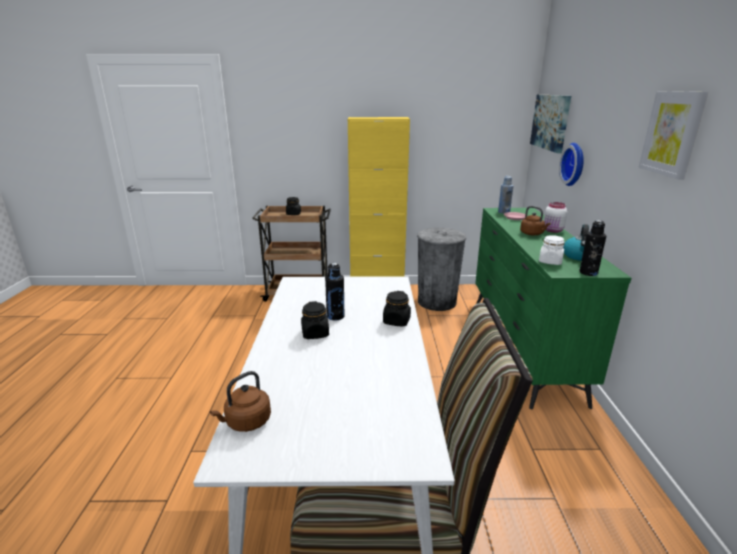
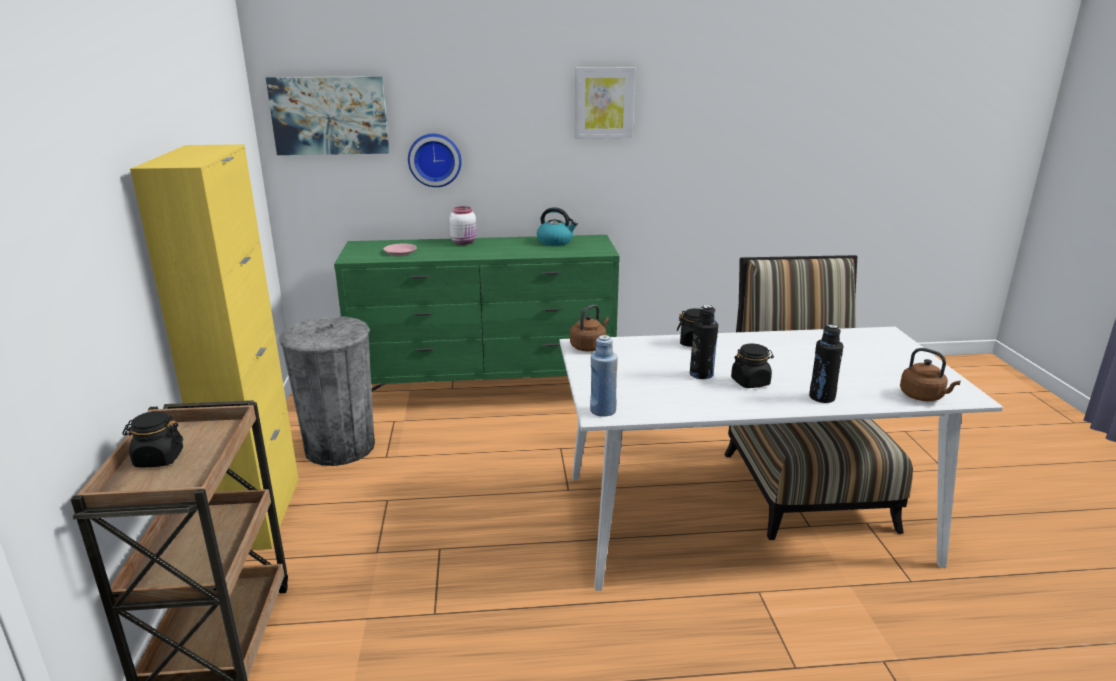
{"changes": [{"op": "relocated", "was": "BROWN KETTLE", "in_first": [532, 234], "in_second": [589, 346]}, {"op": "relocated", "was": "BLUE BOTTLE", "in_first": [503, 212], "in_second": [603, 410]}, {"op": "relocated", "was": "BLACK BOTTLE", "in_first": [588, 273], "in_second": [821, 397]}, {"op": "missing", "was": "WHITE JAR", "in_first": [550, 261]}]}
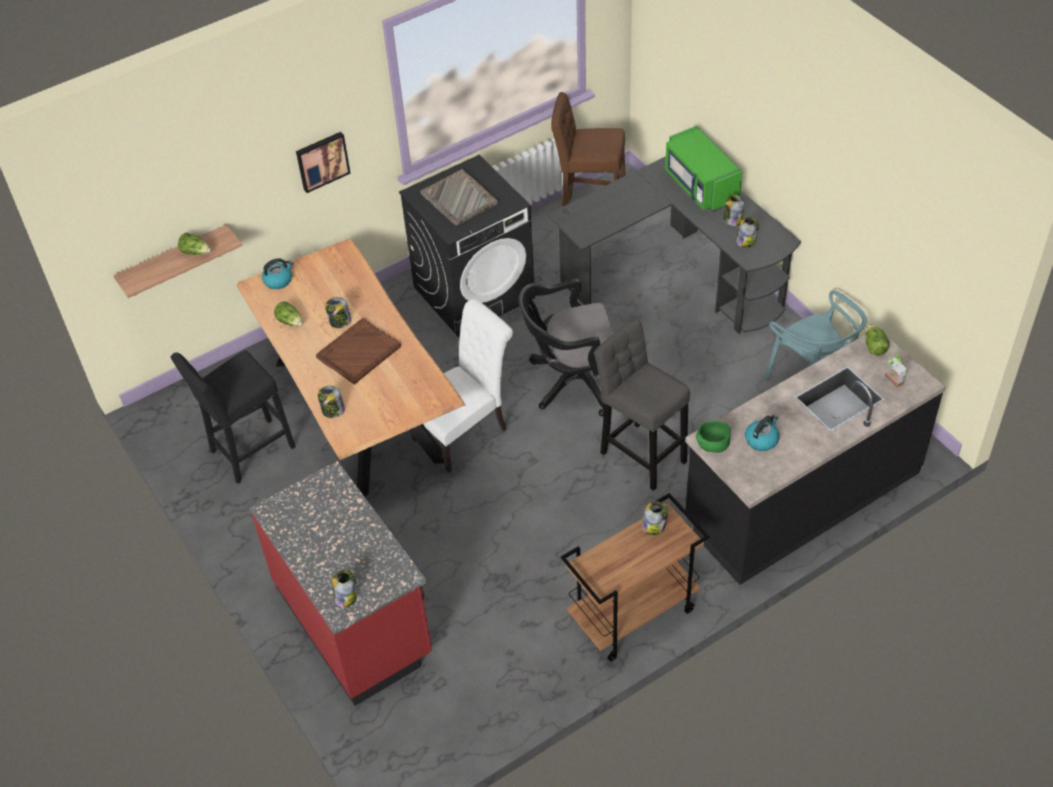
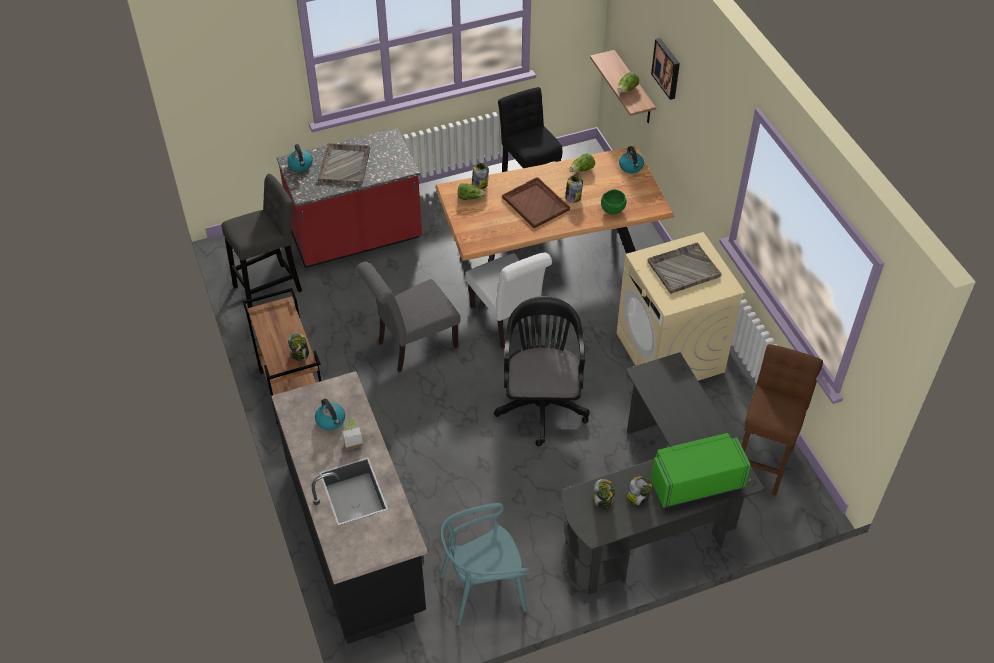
{"changes": [{"op": "relocated", "was": "GREY STOOL", "in_first": [640, 453], "in_second": [271, 286]}, {"op": "exchanged", "was": "JAR", "now": "KETTLE", "in_first": [346, 596], "in_second": [301, 165]}, {"op": "appeared", "now": "GREY TRAY", "in_second": [344, 164]}, {"op": "relocated", "was": "POTTED PLANT", "in_first": [891, 381], "in_second": [352, 441]}, {"op": "appeared", "now": "GREY CHAIR", "in_second": [412, 346]}, {"op": "relocated", "was": "LETTUCE", "in_first": [874, 346], "in_second": [470, 197]}, {"op": "relocated", "was": "GREEN BOWL", "in_first": [712, 446], "in_second": [612, 209]}, {"op": "colour", "was": "BLACK WASHING MACHINE", "now": "BEIGE WASHING MACHINE", "in_first": [474, 292], "in_second": [670, 353]}, {"op": "relocated", "was": "PICTURE", "in_first": [322, 160], "in_second": [667, 68]}]}
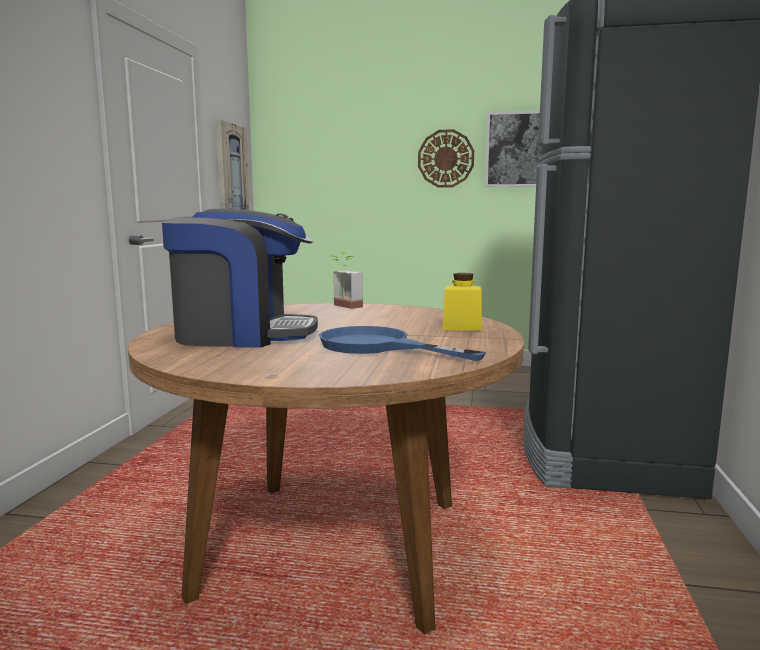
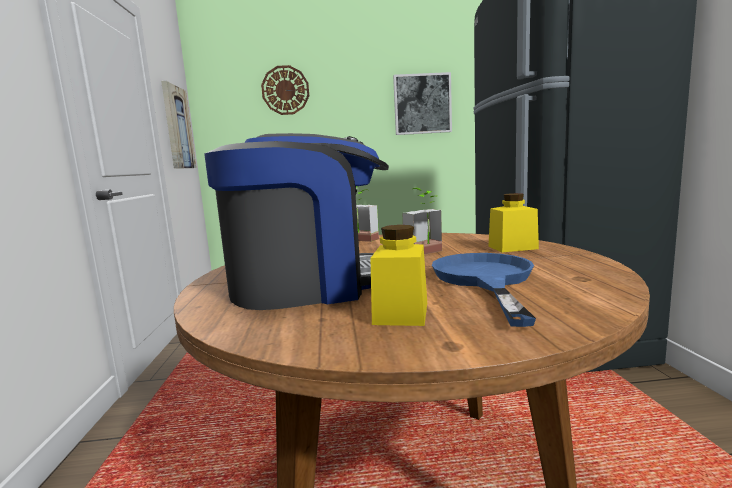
{"changes": [{"op": "relocated", "was": "WALL CLOCK", "in_first": [446, 158], "in_second": [285, 90]}, {"op": "appeared", "now": "YELLOW JAR", "in_second": [401, 313]}, {"op": "appeared", "now": "POTTED PLANT", "in_second": [428, 253]}, {"op": "spun", "was": "BLUE FRYING PAN", "in_first": [377, 346], "in_second": [484, 280], "clockwise": 75}]}
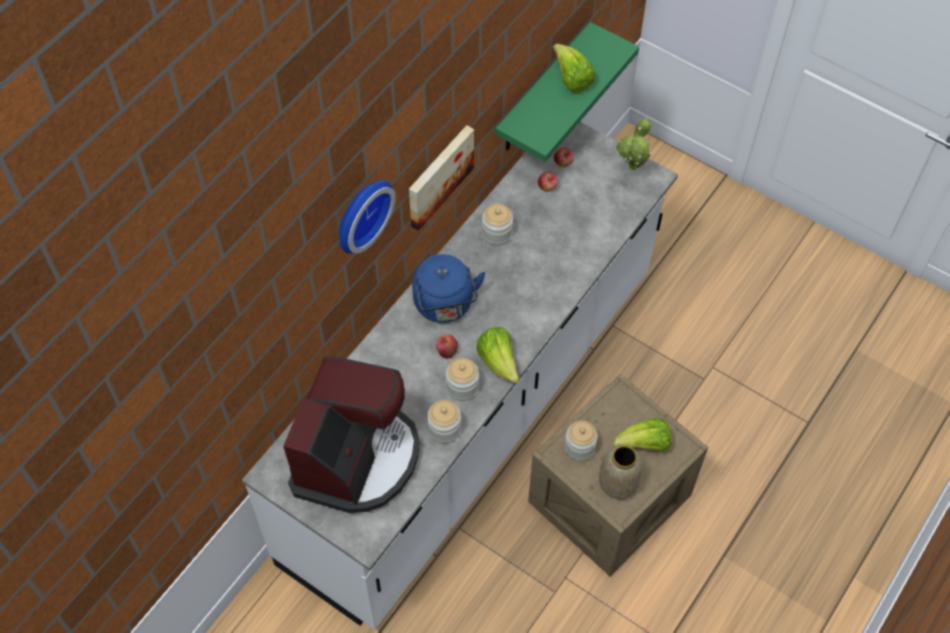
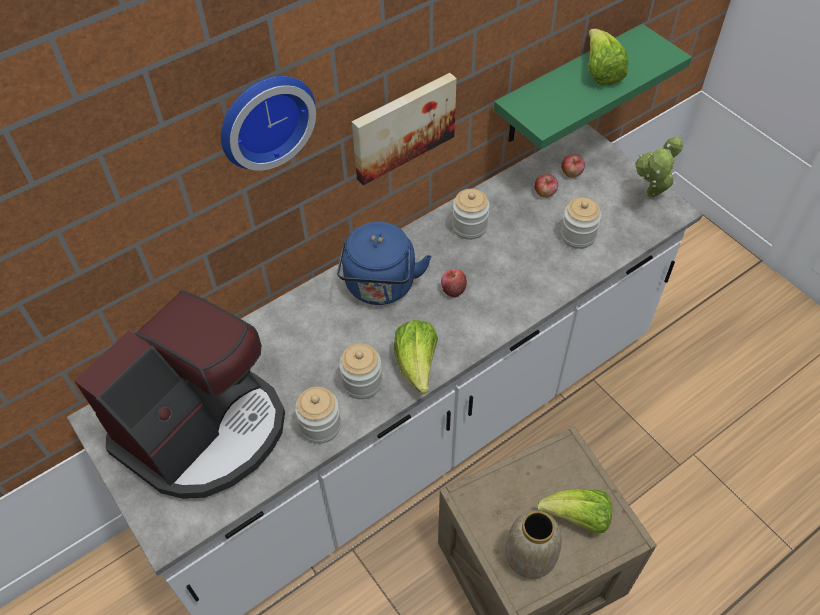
{"changes": [{"op": "relocated", "was": "APPLE", "in_first": [446, 351], "in_second": [453, 289]}, {"op": "relocated", "was": "JAR", "in_first": [579, 447], "in_second": [577, 235]}]}
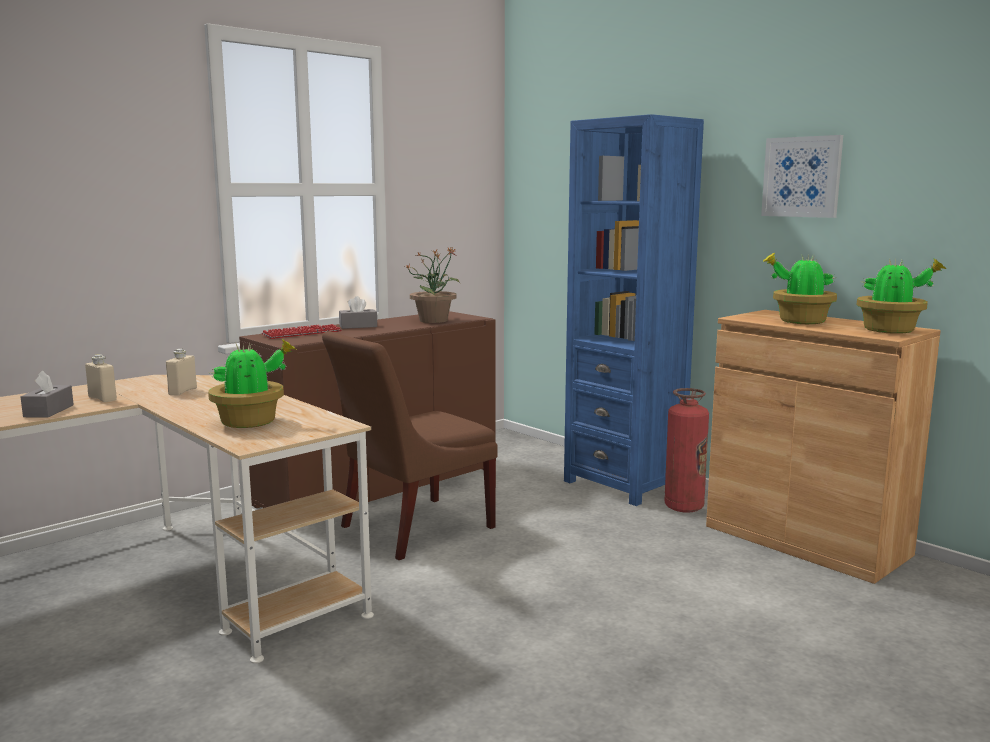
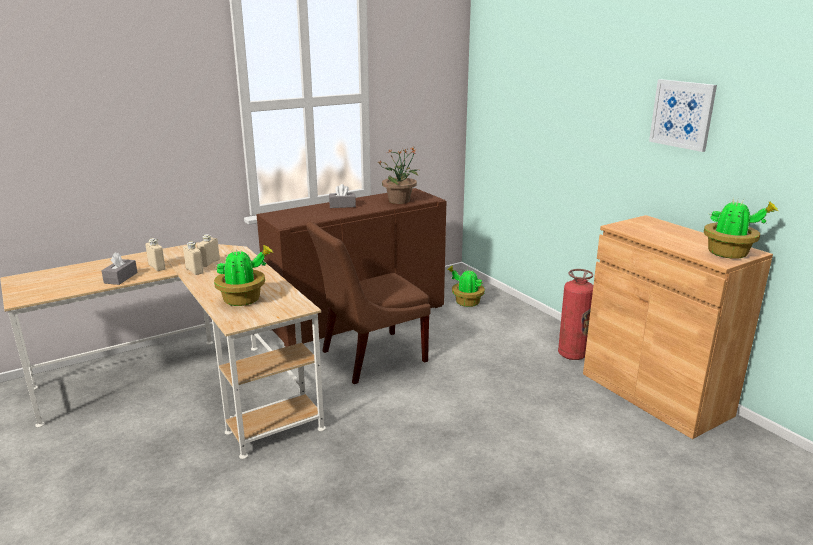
{"changes": [{"op": "appeared", "now": "BEIGE BOTTLE", "in_second": [194, 271]}, {"op": "relocated", "was": "POTTED PLANT", "in_first": [799, 322], "in_second": [466, 302]}, {"op": "missing", "was": "KEYBOARD", "in_first": [302, 333]}, {"op": "missing", "was": "BLUE BOOKCASE", "in_first": [624, 484]}]}
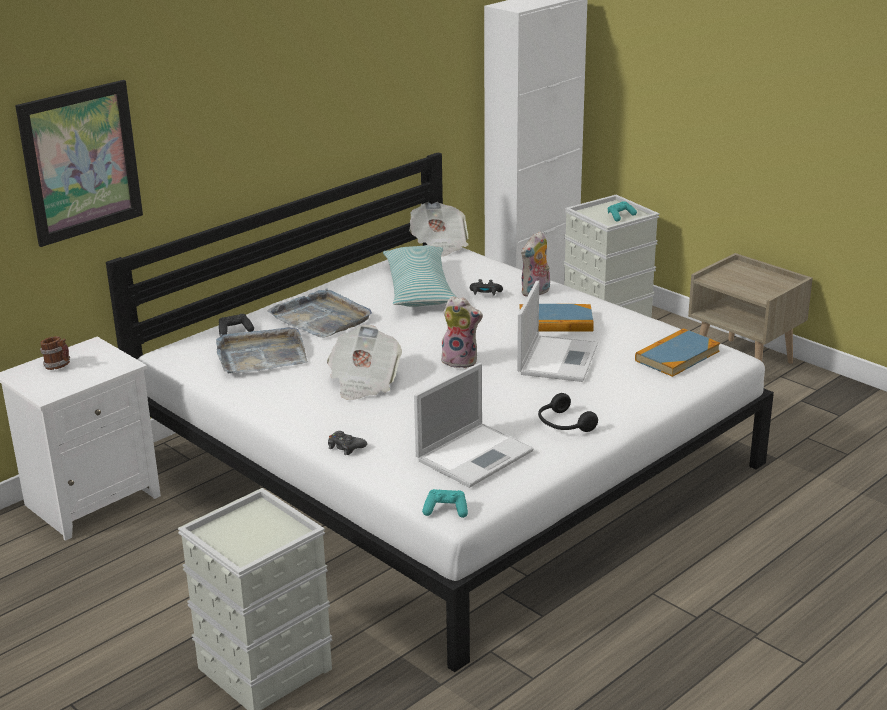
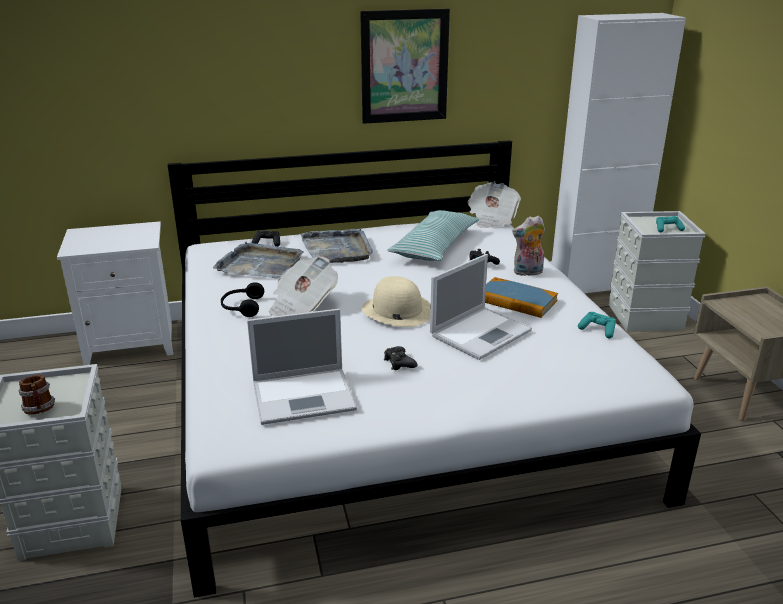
{"changes": [{"op": "relocated", "was": "MUG", "in_first": [58, 366], "in_second": [40, 410]}, {"op": "relocated", "was": "BLACK HEADPHONES", "in_first": [563, 424], "in_second": [242, 307]}, {"op": "relocated", "was": "PICTURE", "in_first": [81, 162], "in_second": [404, 66]}, {"op": "exchanged", "was": "PLUSH TOY", "now": "BEIGE HAT", "in_first": [461, 361], "in_second": [396, 310]}, {"op": "relocated", "was": "BLACK GAME CONTROLLER", "in_first": [345, 447], "in_second": [399, 363]}, {"op": "relocated", "was": "TURQUOISE GAME CONTROLLER", "in_first": [446, 510], "in_second": [598, 330]}, {"op": "missing", "was": "BOOK", "in_first": [677, 356]}]}
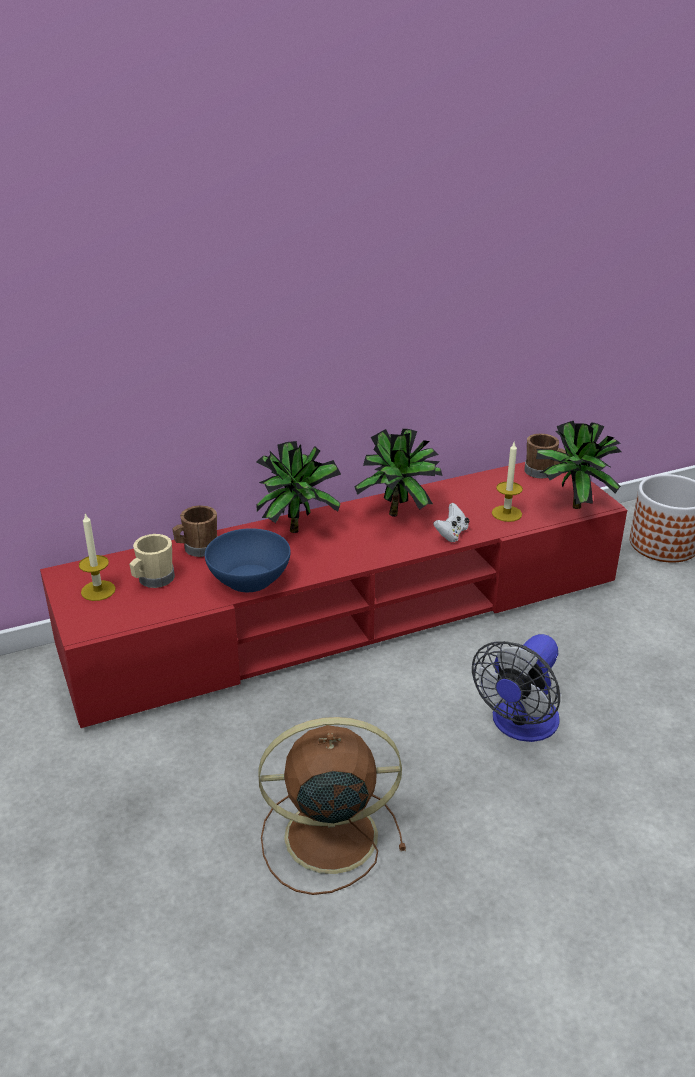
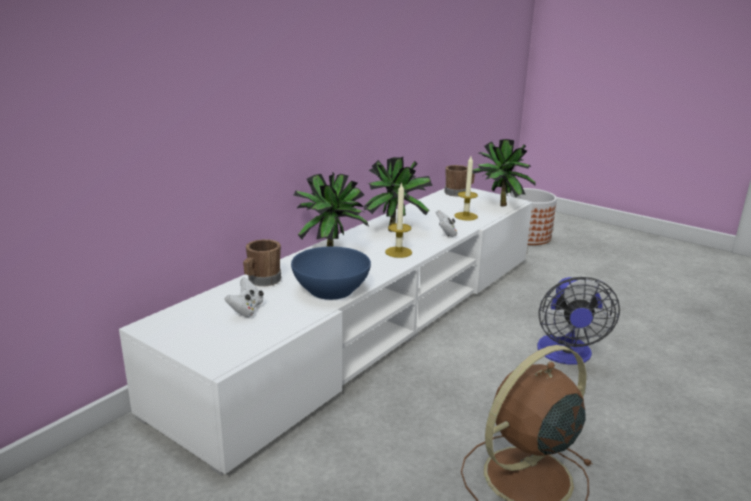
{"changes": [{"op": "colour", "was": "RED TV STAND", "now": "WHITE TV STAND", "in_first": [348, 615], "in_second": [374, 322]}, {"op": "exchanged", "was": "BEIGE MUG", "now": "WHITE GAME CONTROLLER", "in_first": [153, 580], "in_second": [246, 310]}, {"op": "relocated", "was": "CANDLE", "in_first": [98, 590], "in_second": [398, 252]}]}
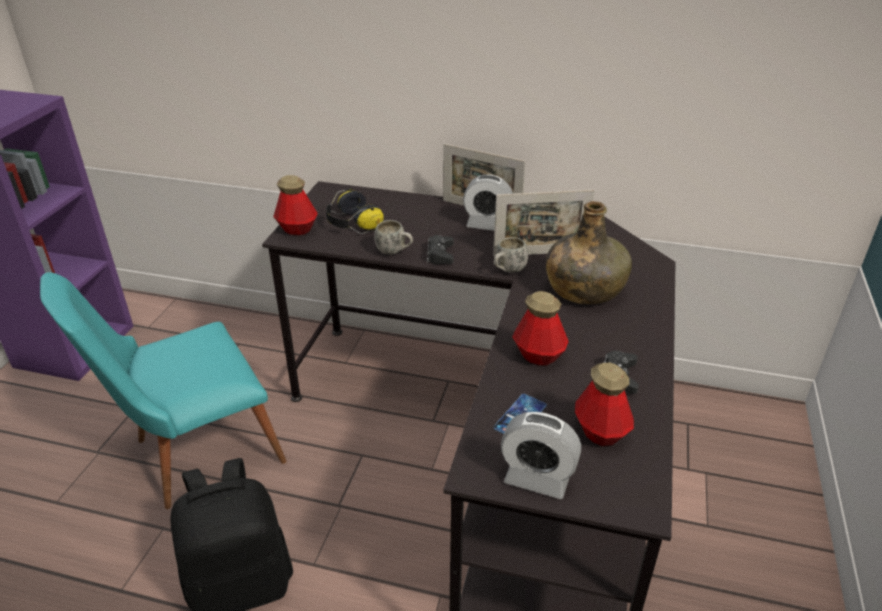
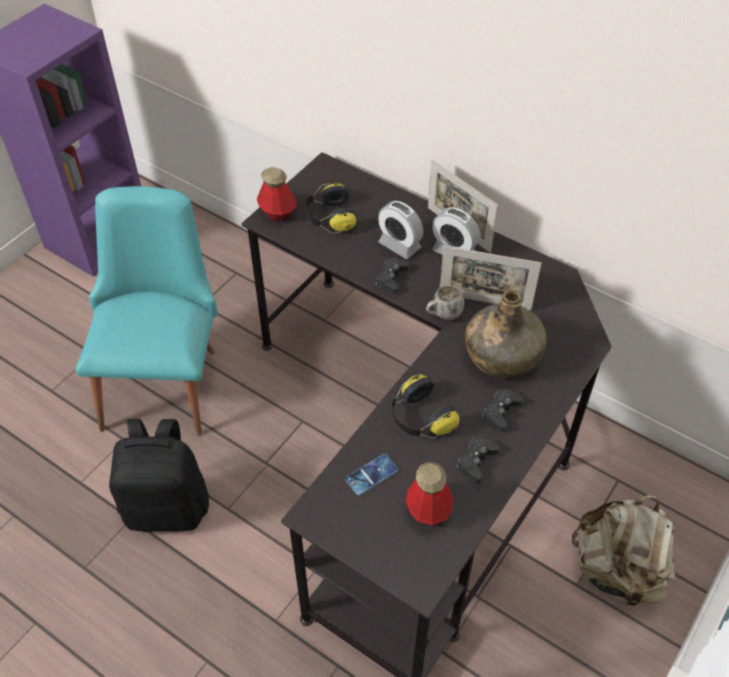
{"changes": [{"op": "spun", "was": "TURQUOISE CHAIR", "in_first": [194, 454], "in_second": [166, 378], "clockwise": 105}, {"op": "relocated", "was": "ALARM CLOCK", "in_first": [537, 479], "in_second": [399, 245]}, {"op": "exchanged", "was": "BOTTLE", "now": "HEADPHONES", "in_first": [538, 355], "in_second": [419, 418]}, {"op": "appeared", "now": "BLACK GAME CONTROLLER", "in_second": [501, 412]}, {"op": "appeared", "now": "BEIGE BACKPACK", "in_second": [617, 570]}, {"op": "missing", "was": "WHITE MUG", "in_first": [395, 252]}]}
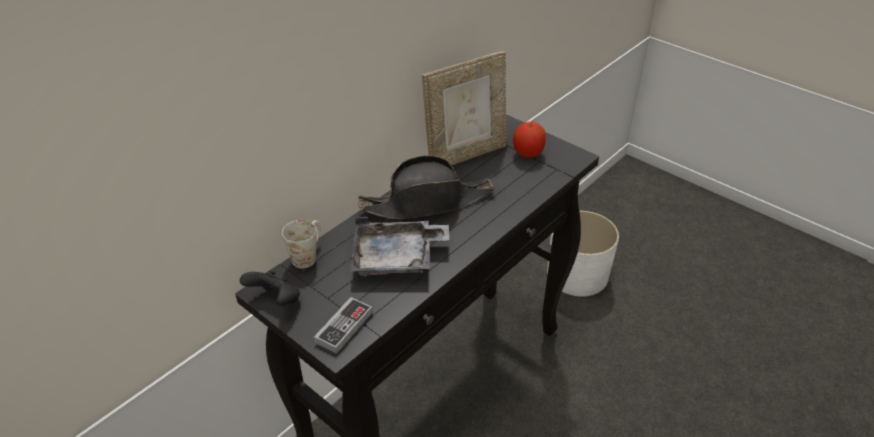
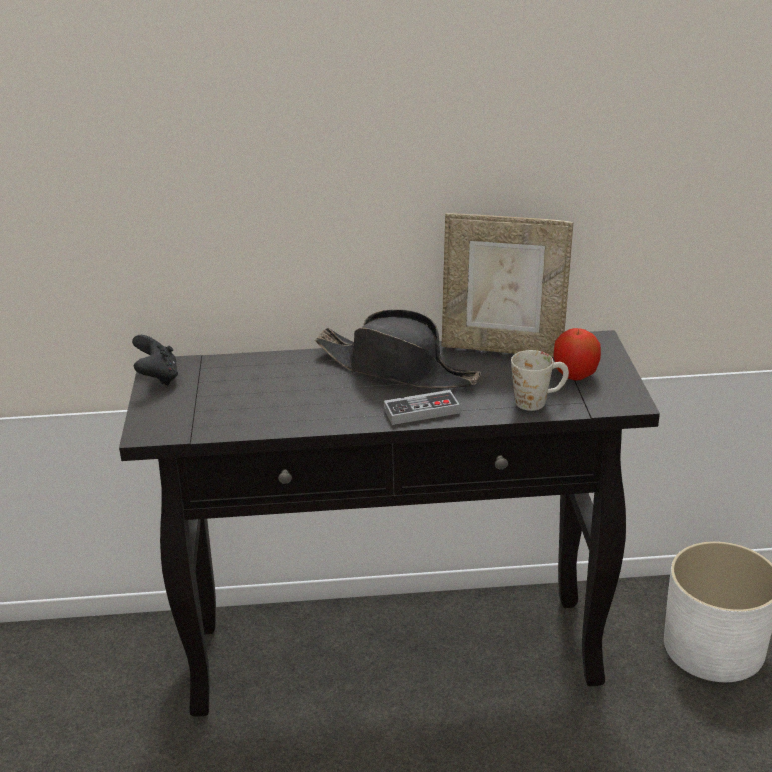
{"changes": [{"op": "relocated", "was": "GAME CONTROLLER", "in_first": [344, 327], "in_second": [421, 411]}, {"op": "relocated", "was": "WHITE MUG", "in_first": [308, 255], "in_second": [539, 400]}, {"op": "missing", "was": "GREY TRAY", "in_first": [396, 258]}]}
